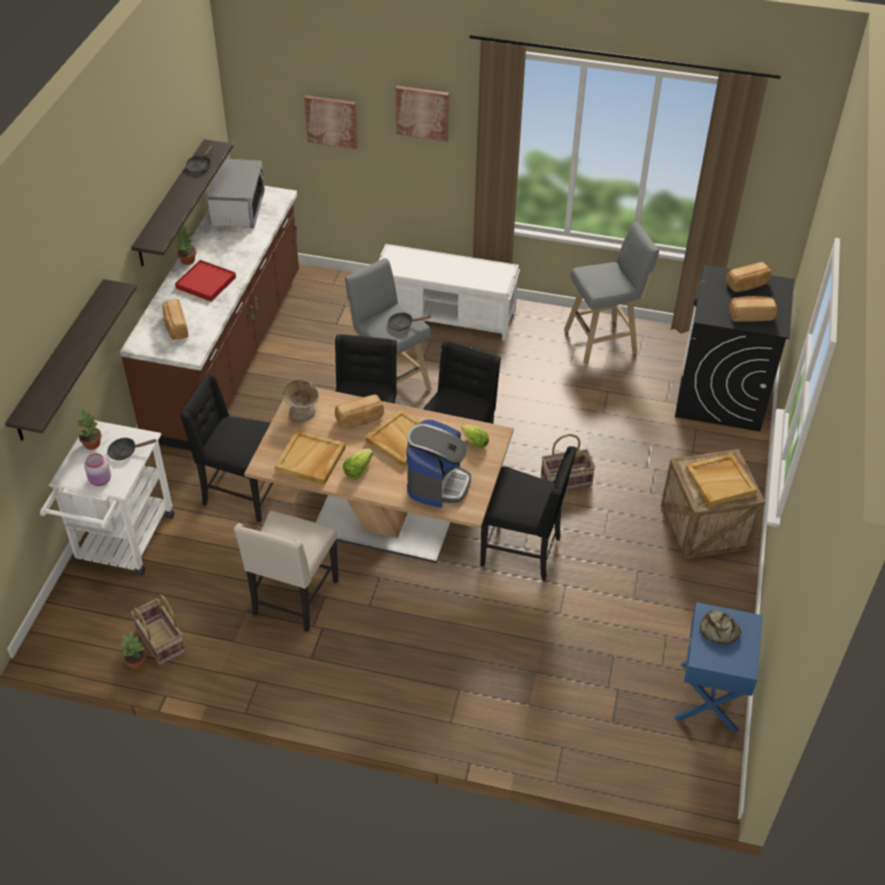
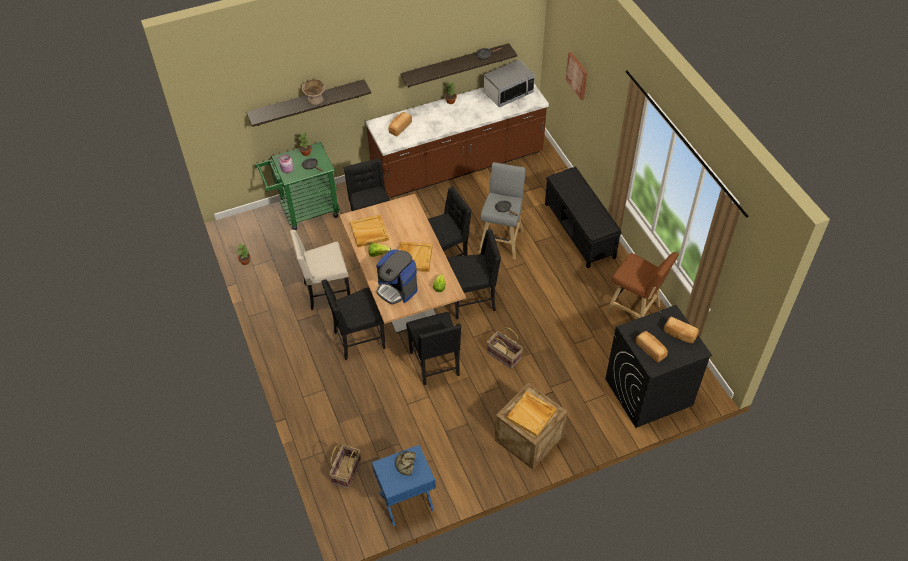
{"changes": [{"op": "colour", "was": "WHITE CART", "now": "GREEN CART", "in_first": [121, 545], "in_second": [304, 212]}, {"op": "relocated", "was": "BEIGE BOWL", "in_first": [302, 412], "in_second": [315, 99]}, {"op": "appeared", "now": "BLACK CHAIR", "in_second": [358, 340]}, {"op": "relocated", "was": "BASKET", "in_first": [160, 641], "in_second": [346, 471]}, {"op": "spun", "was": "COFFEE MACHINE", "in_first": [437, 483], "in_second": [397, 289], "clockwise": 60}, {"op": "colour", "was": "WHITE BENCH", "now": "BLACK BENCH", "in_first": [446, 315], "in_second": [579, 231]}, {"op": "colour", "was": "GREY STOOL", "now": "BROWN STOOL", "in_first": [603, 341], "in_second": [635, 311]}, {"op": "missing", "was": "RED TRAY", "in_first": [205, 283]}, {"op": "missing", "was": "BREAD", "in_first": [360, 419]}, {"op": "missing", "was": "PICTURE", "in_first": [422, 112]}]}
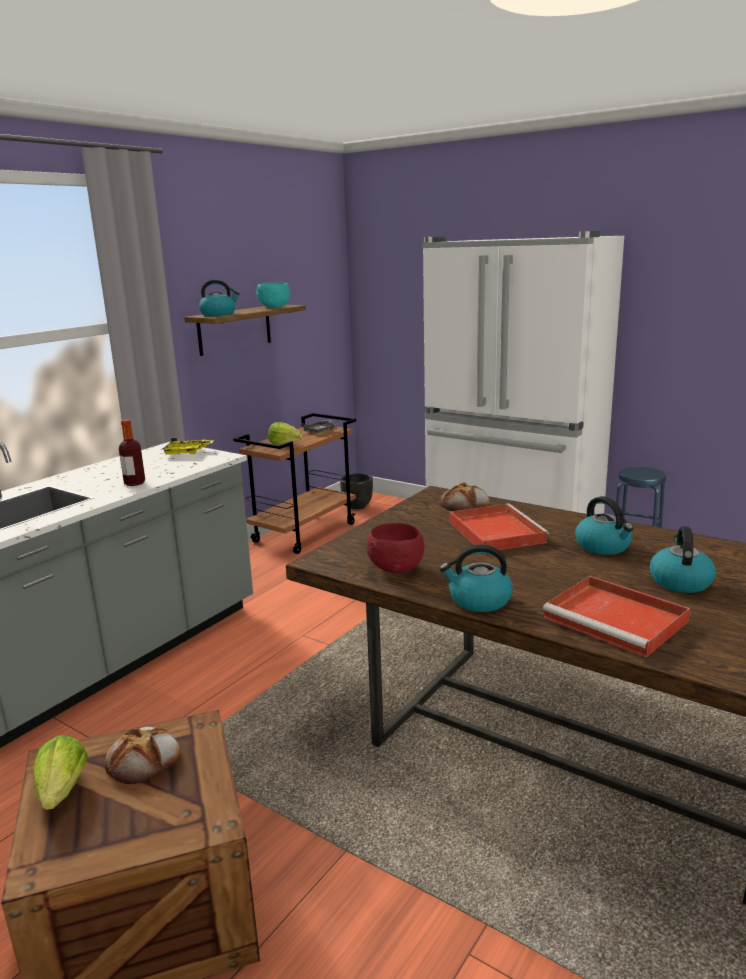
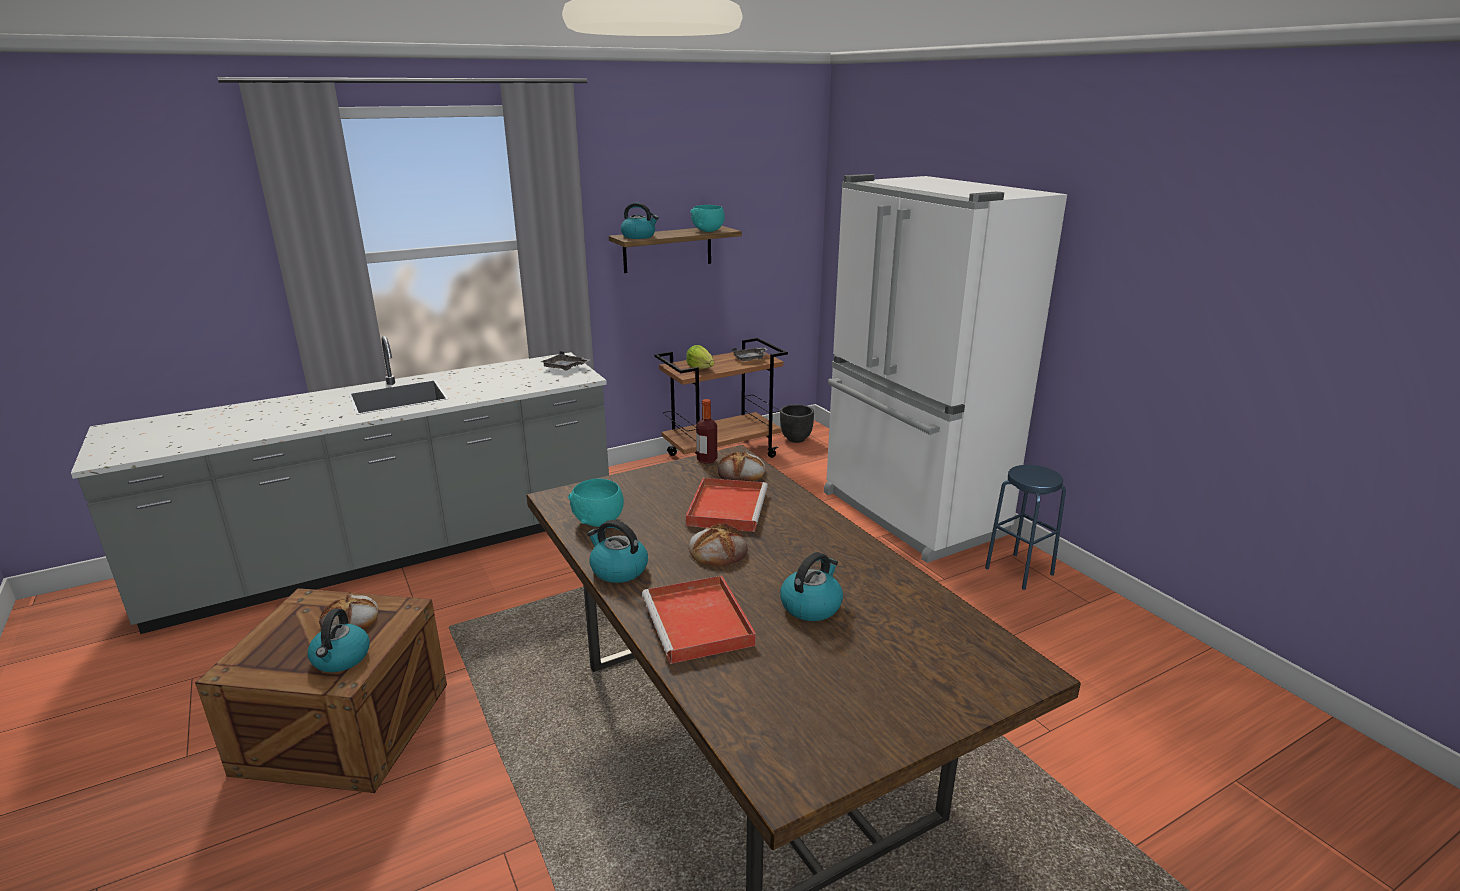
{"changes": [{"op": "relocated", "was": "KETTLE", "in_first": [603, 546], "in_second": [341, 659]}, {"op": "colour", "was": "YELLOW TRAY", "now": "GREY TRAY", "in_first": [186, 453], "in_second": [565, 367]}, {"op": "colour", "was": "RED BOWL", "now": "TURQUOISE BOWL", "in_first": [397, 568], "in_second": [599, 521]}, {"op": "appeared", "now": "BREAD", "in_second": [718, 550]}, {"op": "relocated", "was": "BOTTLE", "in_first": [134, 483], "in_second": [707, 460]}, {"op": "missing", "was": "LETTUCE", "in_first": [62, 791]}]}
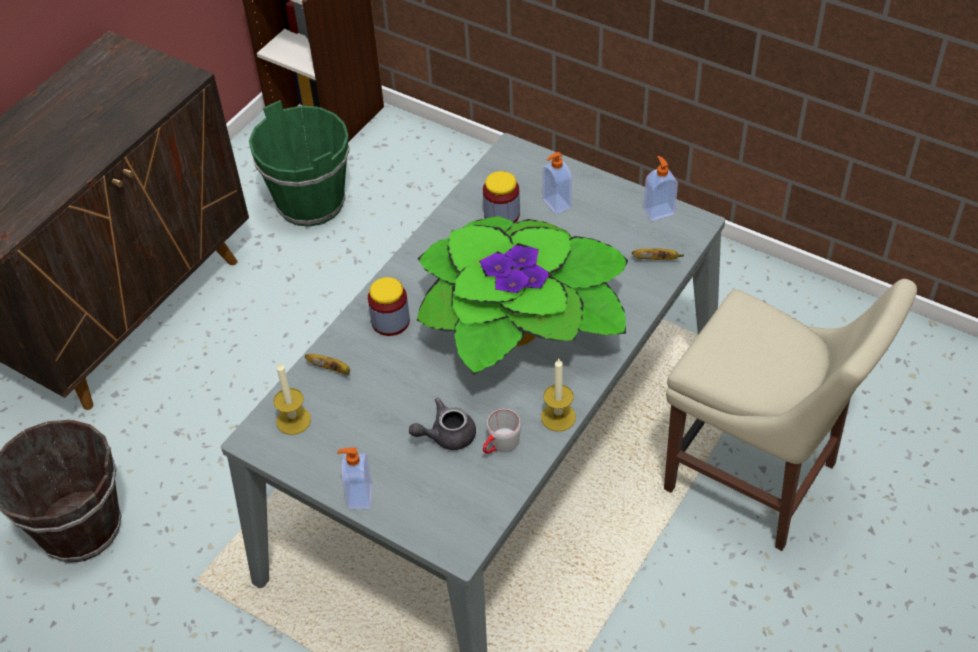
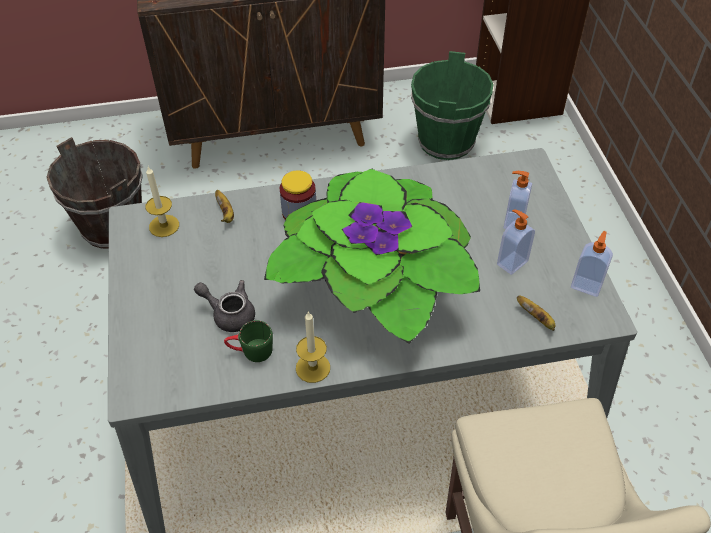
{"changes": [{"op": "colour", "was": "GREY MUG", "now": "GREEN MUG", "in_first": [500, 445], "in_second": [250, 351]}, {"op": "relocated", "was": "SOAP DISPENSER", "in_first": [359, 496], "in_second": [511, 262]}, {"op": "missing", "was": "JAR", "in_first": [502, 214]}]}
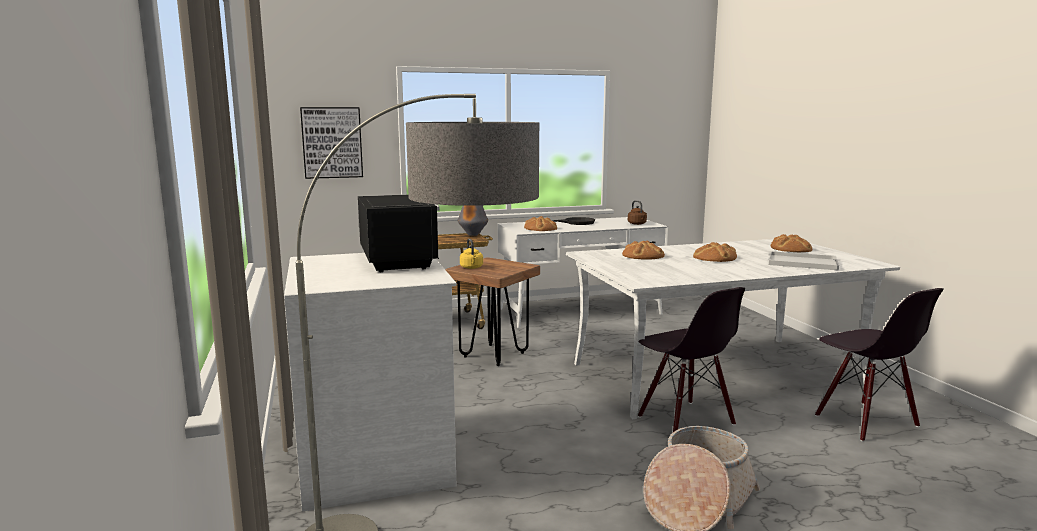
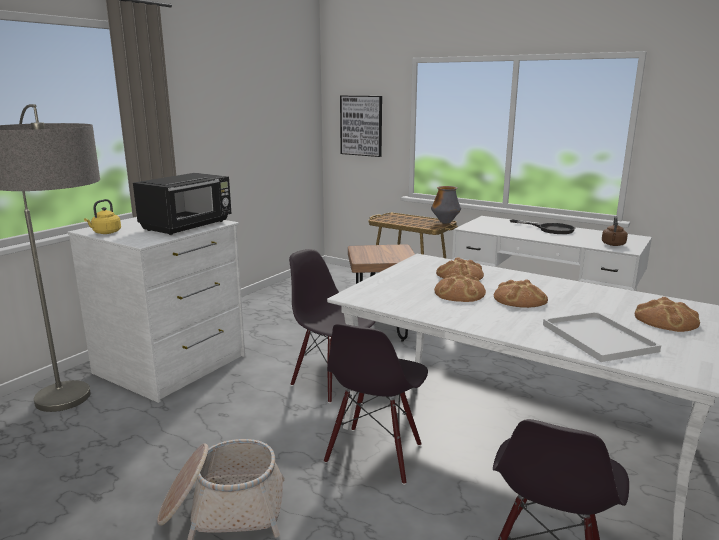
{"changes": [{"op": "relocated", "was": "YELLOW KETTLE", "in_first": [472, 268], "in_second": [105, 233]}, {"op": "appeared", "now": "BLACK CHAIR", "in_second": [333, 381]}, {"op": "relocated", "was": "BREAD", "in_first": [541, 228], "in_second": [459, 293]}]}
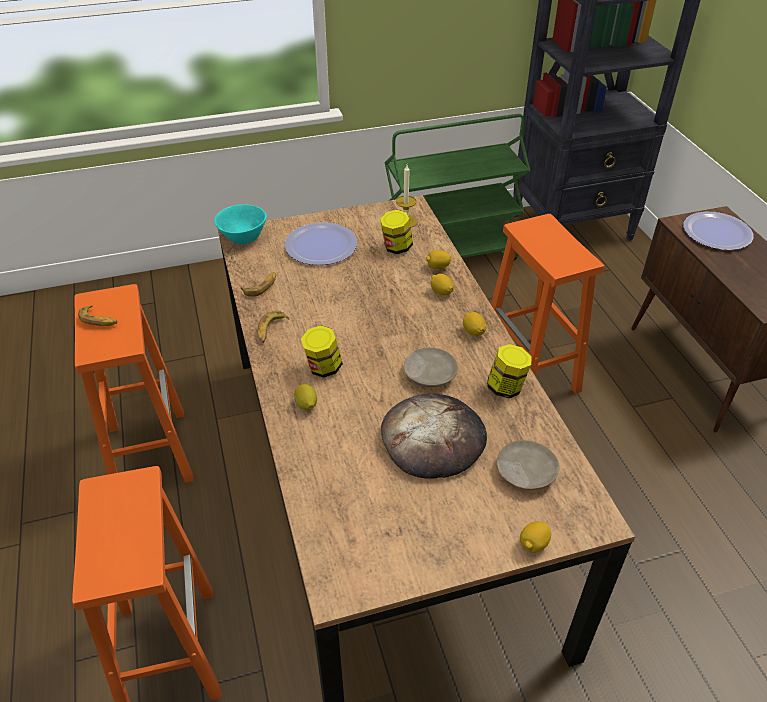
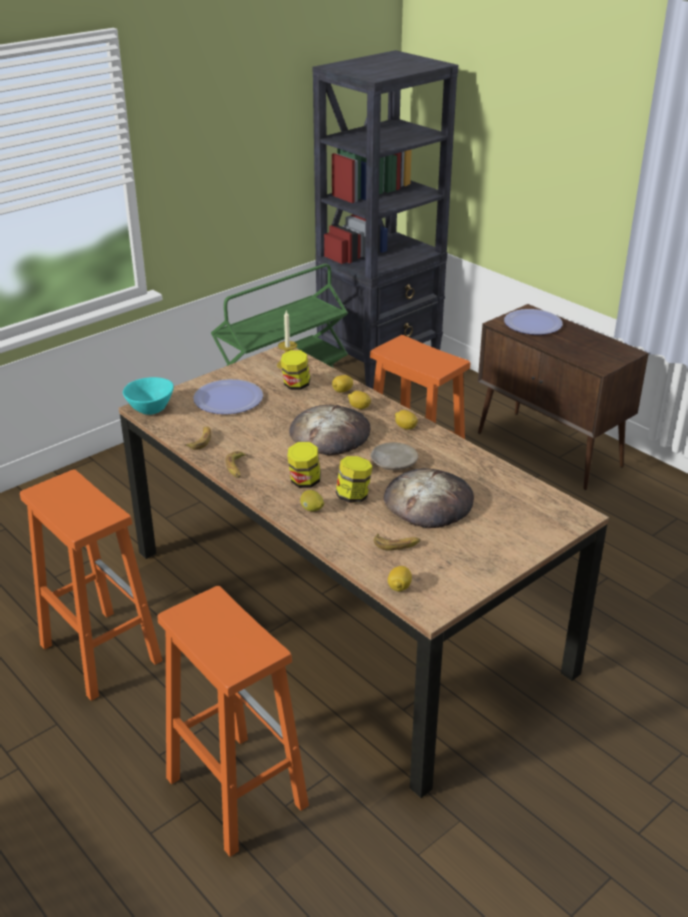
{"changes": [{"op": "appeared", "now": "BREAD", "in_second": [330, 434]}, {"op": "relocated", "was": "JAR", "in_first": [506, 387], "in_second": [353, 496]}, {"op": "relocated", "was": "BANANA", "in_first": [99, 320], "in_second": [397, 544]}, {"op": "relocated", "was": "LEMON", "in_first": [533, 544], "in_second": [399, 587]}, {"op": "missing", "was": "BEIGE PLATE", "in_first": [525, 471]}]}
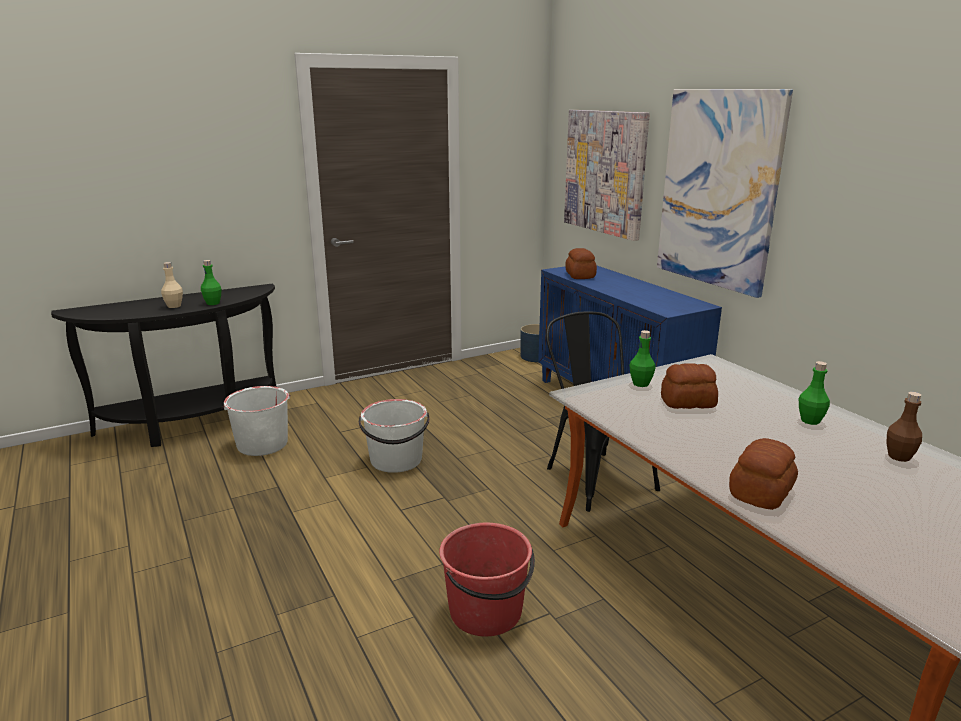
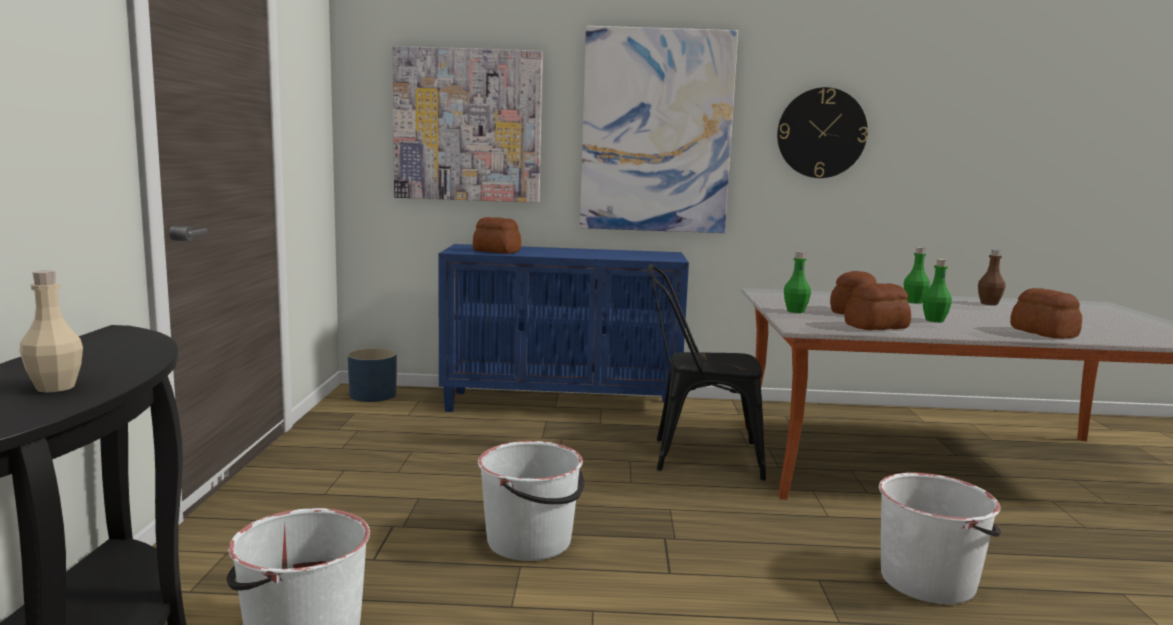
{"changes": [{"op": "appeared", "now": "WALL CLOCK", "in_second": [821, 133]}, {"op": "appeared", "now": "BREAD", "in_second": [875, 326]}, {"op": "colour", "was": "RED BUCKET", "now": "WHITE BUCKET", "in_first": [486, 612], "in_second": [929, 581]}, {"op": "relocated", "was": "GREEN BOTTLE", "in_first": [213, 303], "in_second": [934, 320]}]}
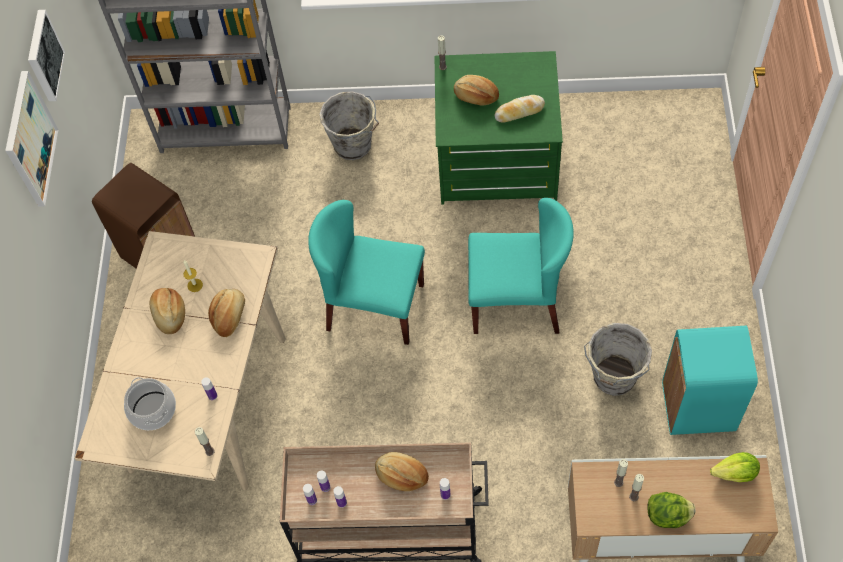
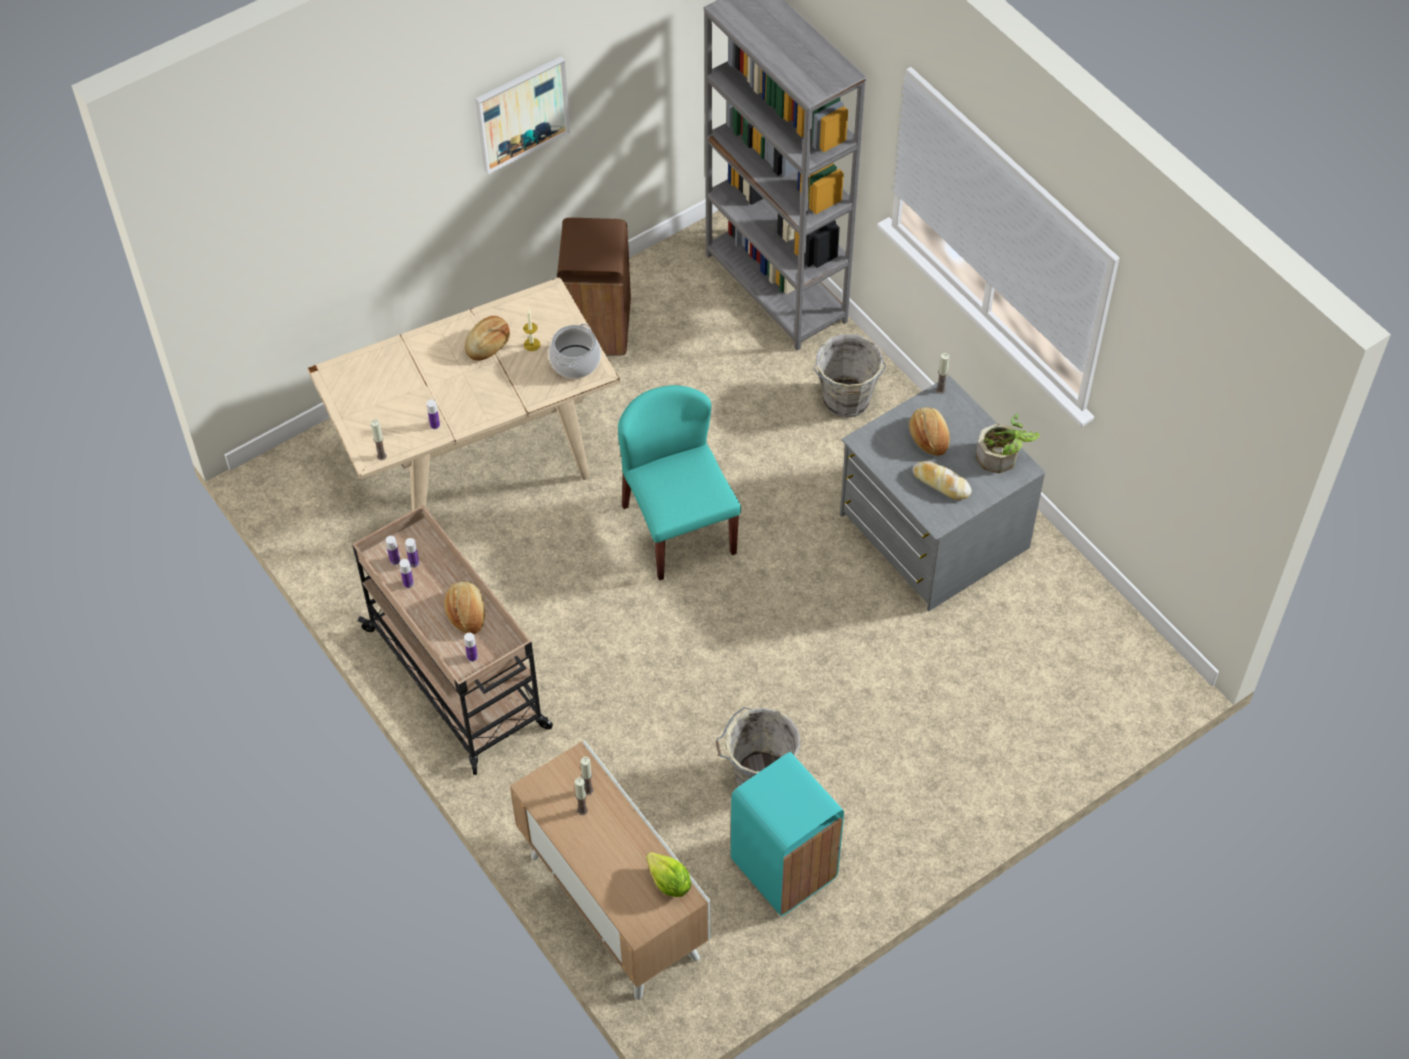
{"changes": [{"op": "relocated", "was": "COOKING POT", "in_first": [152, 410], "in_second": [575, 362]}, {"op": "colour", "was": "GREEN DRESSER", "now": "GREY DRESSER", "in_first": [497, 161], "in_second": [931, 532]}, {"op": "appeared", "now": "POTTED PLANT", "in_second": [1002, 457]}, {"op": "missing", "was": "PICTURE", "in_first": [43, 56]}, {"op": "missing", "was": "BREAD", "in_first": [229, 316]}, {"op": "missing", "was": "TURQUOISE CHAIR", "in_first": [516, 302]}, {"op": "missing", "was": "LETTUCE", "in_first": [668, 516]}]}
